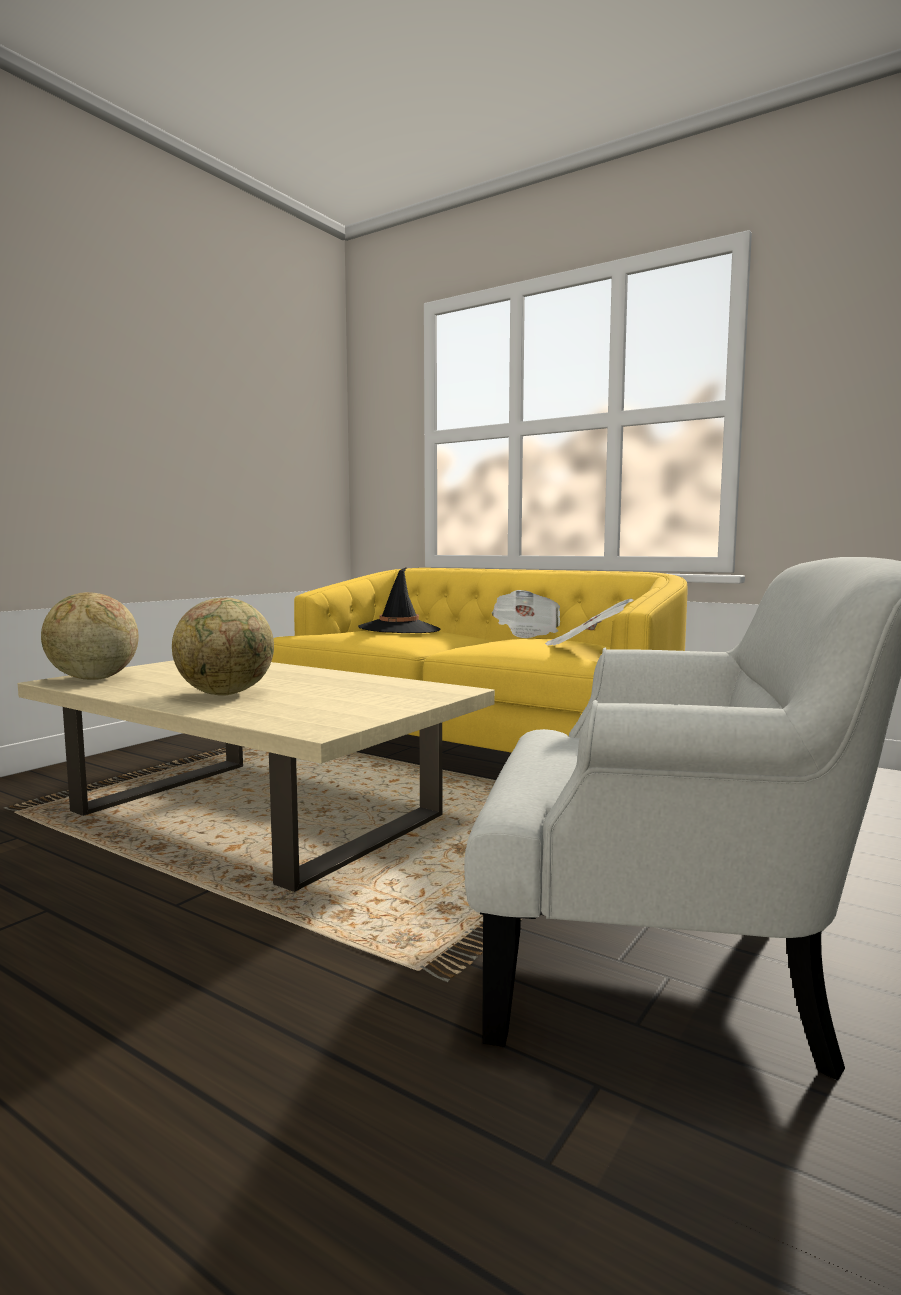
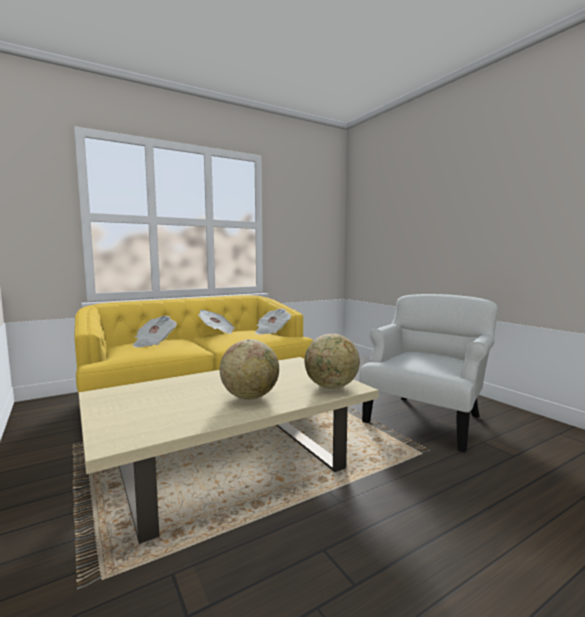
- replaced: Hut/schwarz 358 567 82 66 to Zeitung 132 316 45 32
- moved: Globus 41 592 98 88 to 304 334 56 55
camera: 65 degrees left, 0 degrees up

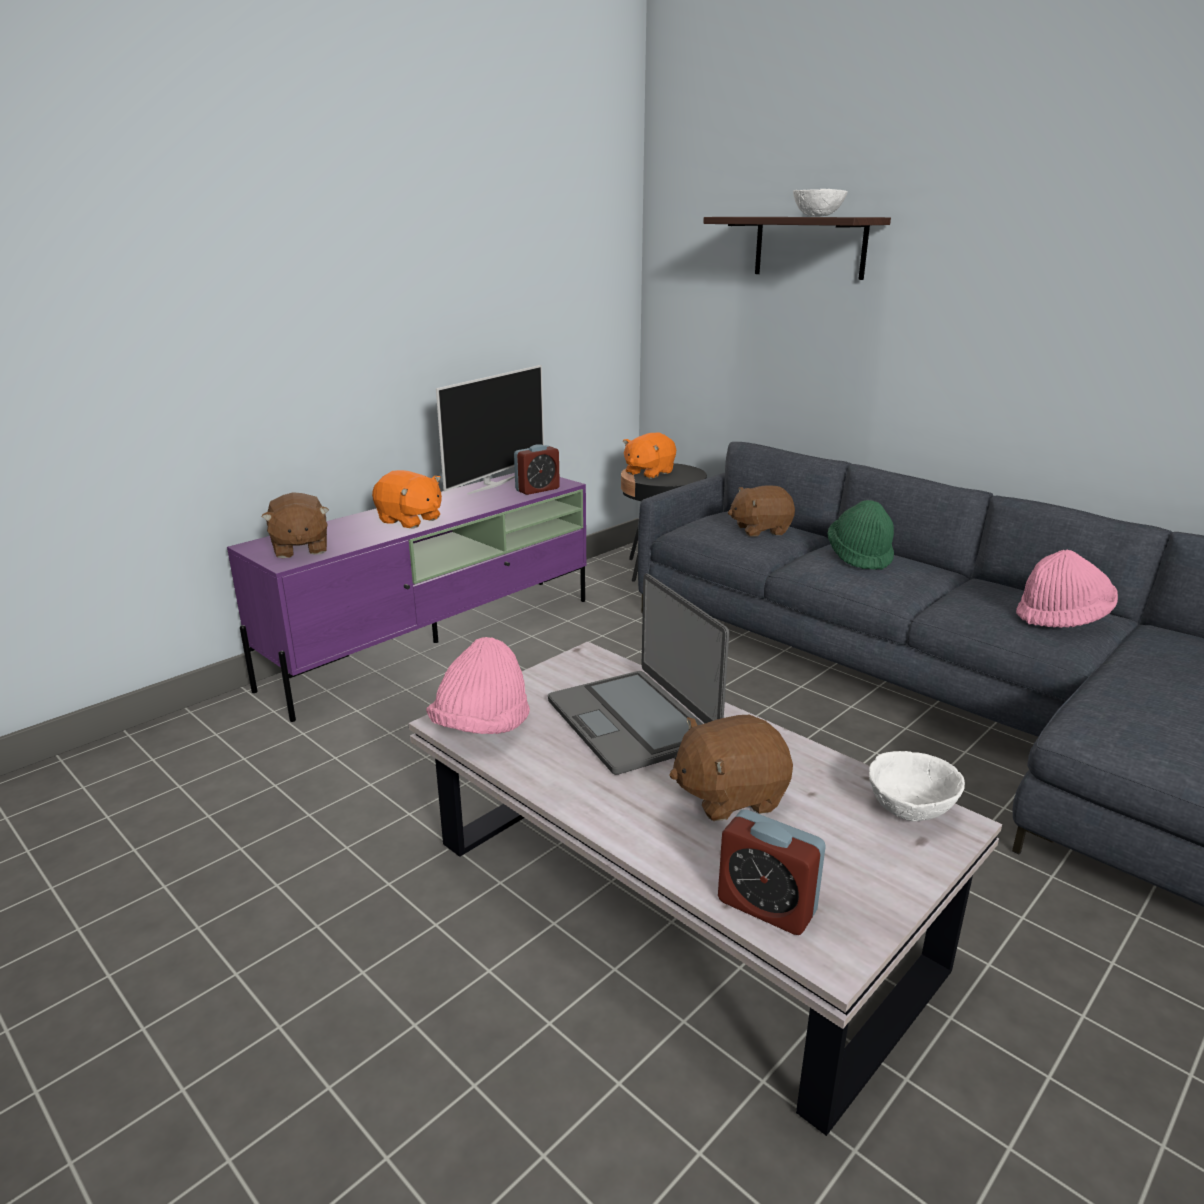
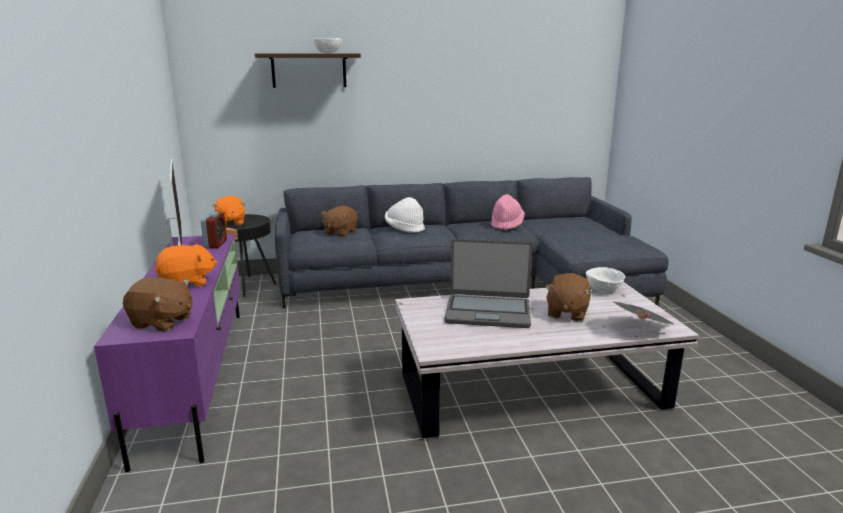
- recoloured: Hut/grün 827 500 67 70 to Hut/weiß 385 197 40 36
- removed: Hut/rosa 426 637 104 97
- replaced: Wecker 718 810 108 125 to Zeitung 611 301 64 24
camera: 55 degrees left, 5 degrees down

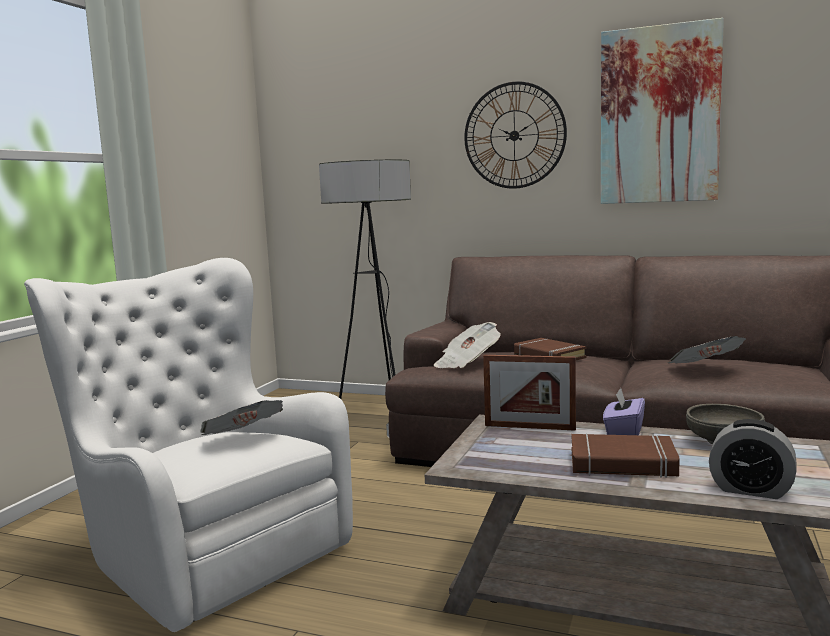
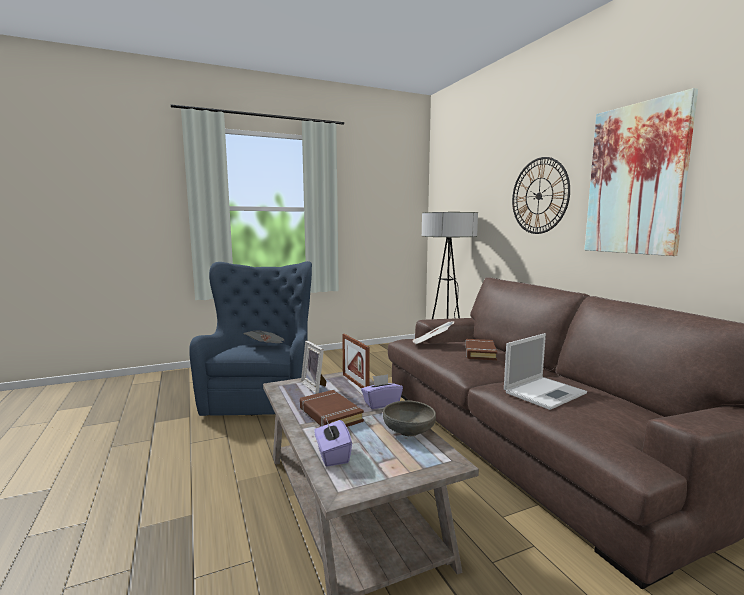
- recoloured: Sessel/weiß 24 258 329 374 to Sessel/blau 189 261 123 155
- replaced: Zeitung 668 336 78 28 to Laptop 504 333 83 77
- replaced: Wecker 709 419 87 80 to Taschentuchbox/lila 314 418 38 49
- added: Bilderrahmen 301 341 25 53
camera: 45 degrees right, 0 degrees up

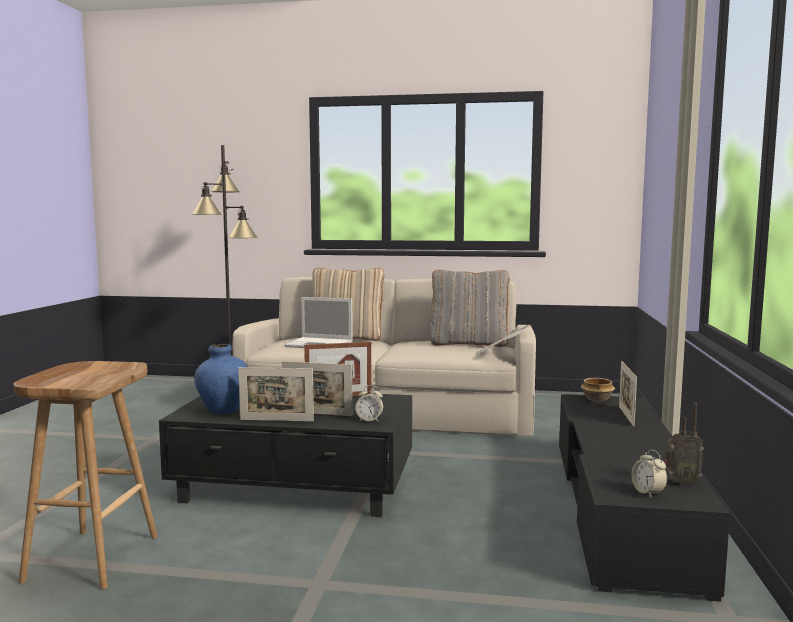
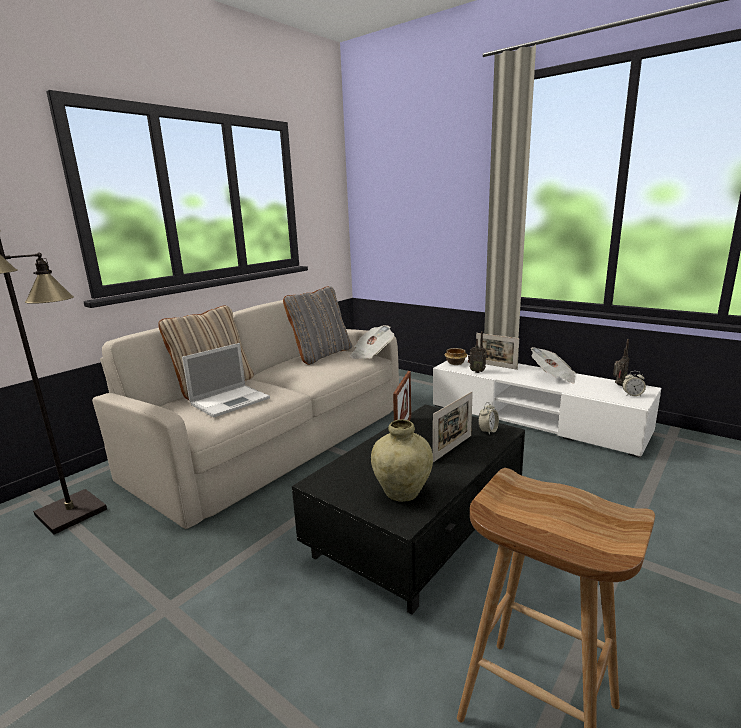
- recoloured: Vase/blau 194 344 53 70 to Vase/beige 371 419 62 83
- removed: Bilderrahmen 238 367 76 55
- recoloured: Fernsehschrank/schwarz 559 394 171 208 to Fernsehschrank/weiß 433 355 228 103
- added: Radio 468 331 18 42
- added: Zeitung 531 347 45 37
camera: 60 degrees left, 10 degrees up

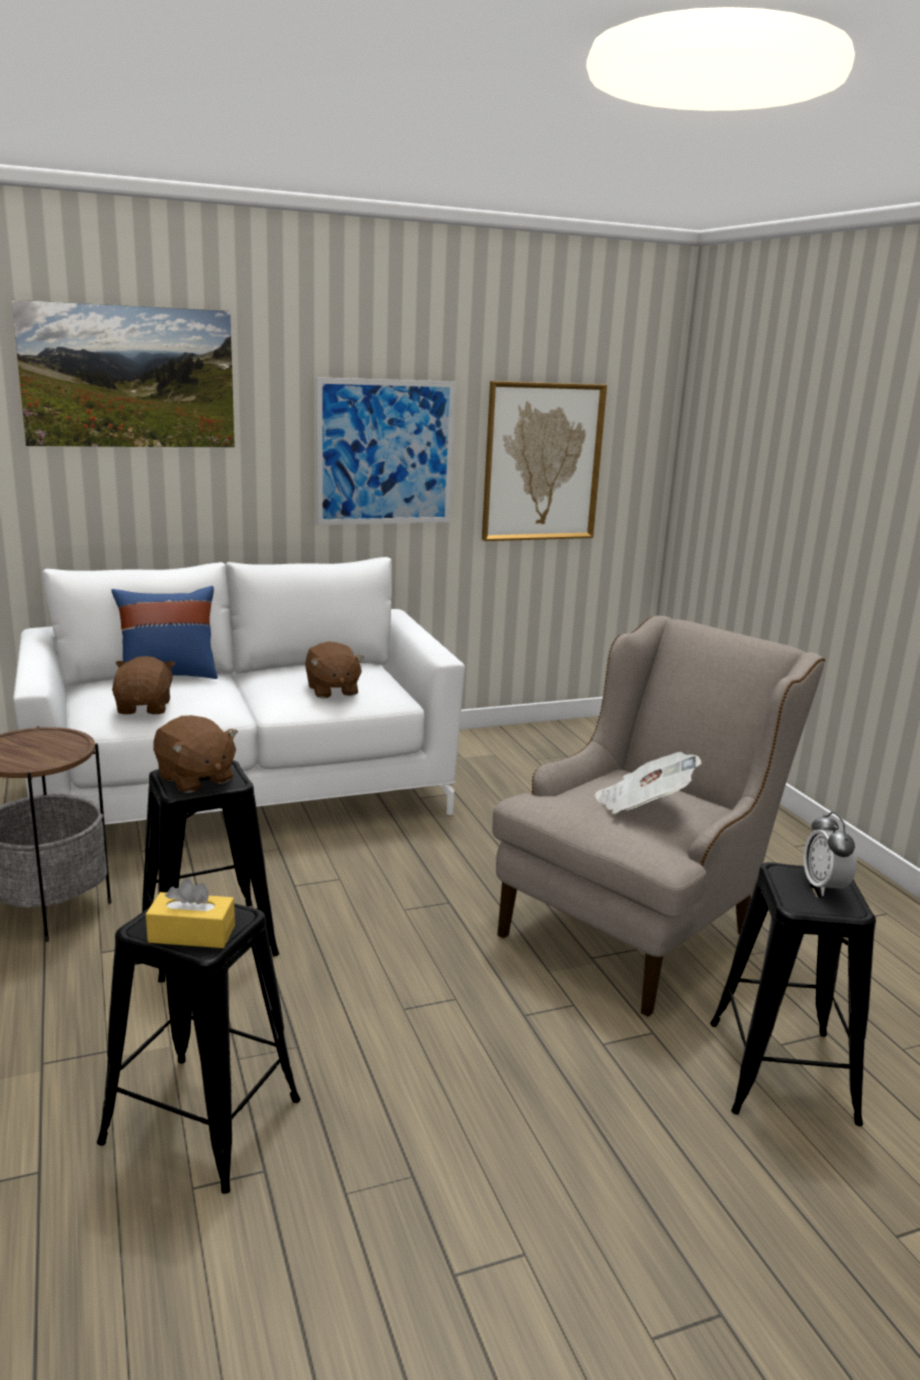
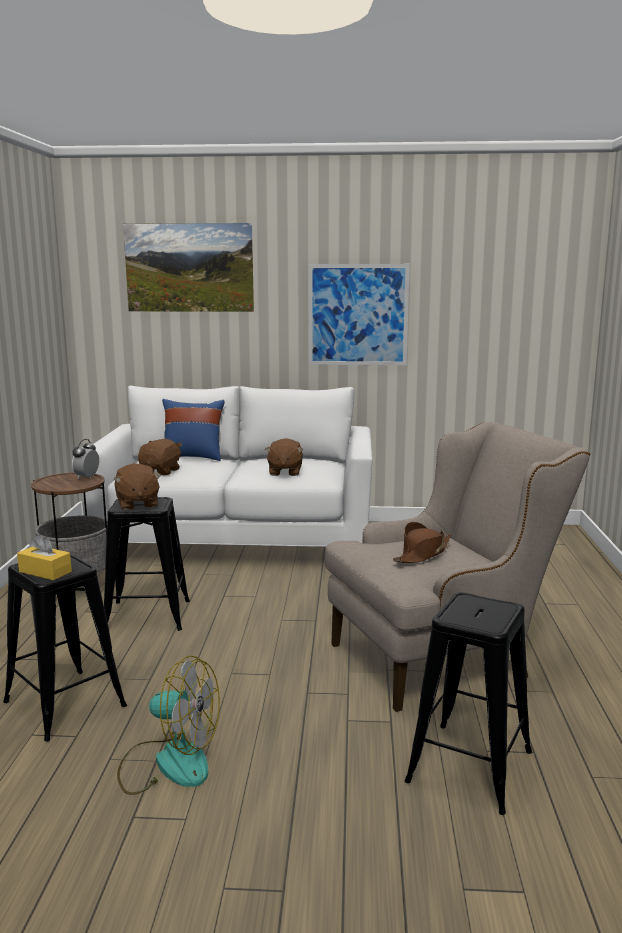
- removed: Bild 482 381 125 160
- replaced: Zeitung 594 752 108 62 to Hut/braun 393 522 59 41
- moved: Wecker 803 812 54 84 to 72 439 27 40
- added: Ventilator 117 655 103 140
camera: 25 degrees right, 5 degrees down

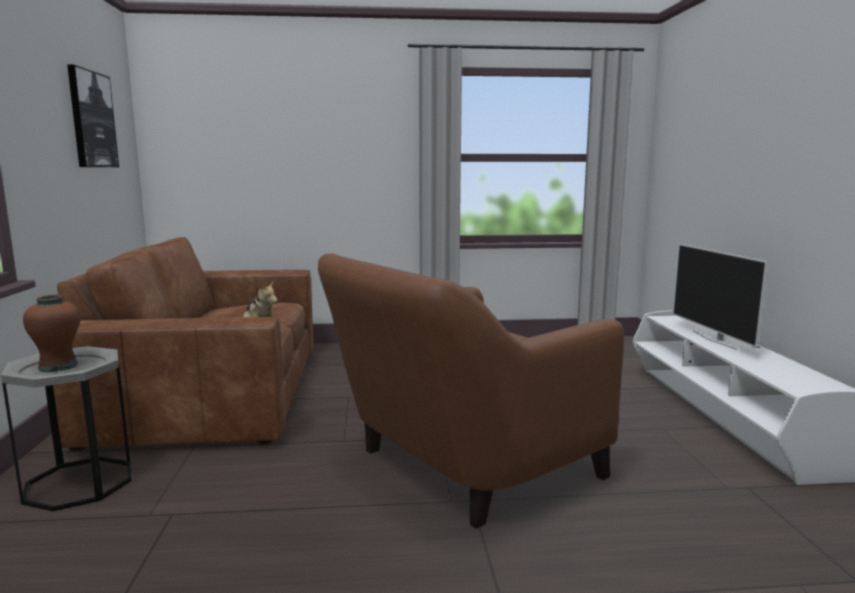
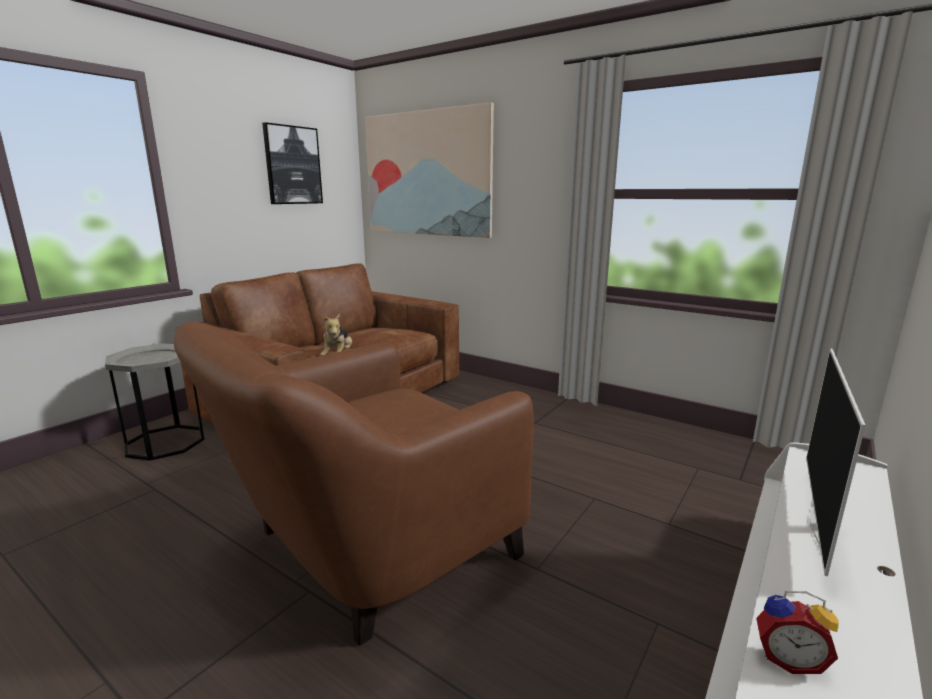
- turned: Sessel/braun 318 253 306 275 = 174 322 360 324 45 degrees counterclockwise
- removed: Vase/braun 23 295 57 77
- added: Bild 365 102 129 136
- added: Wecker 756 591 83 83
camera: 40 degrees right, 5 degrees up

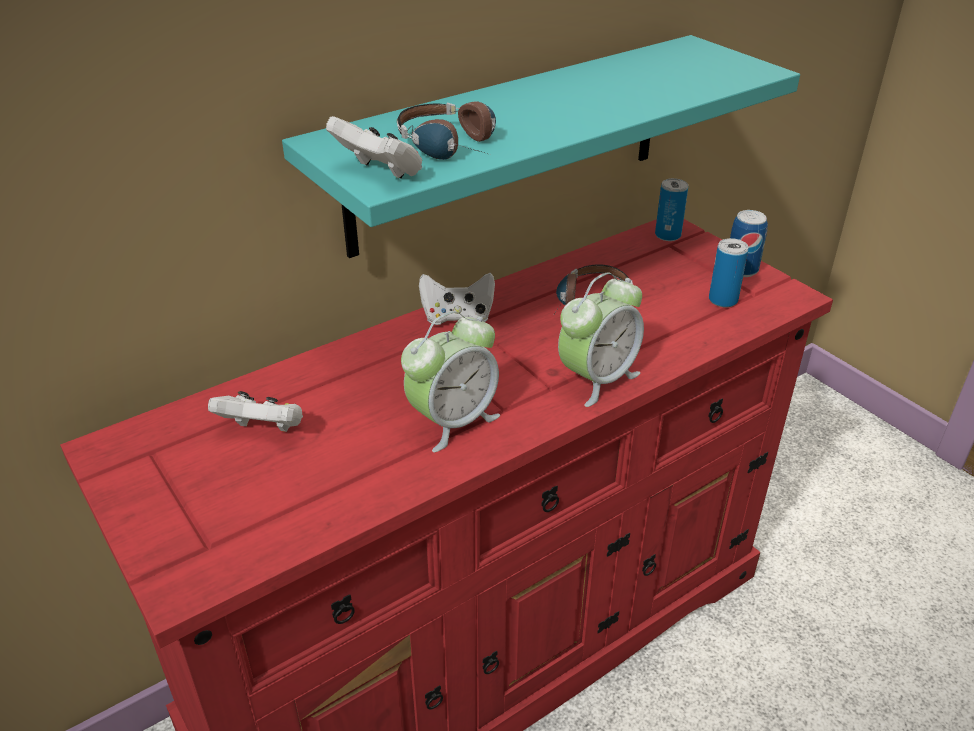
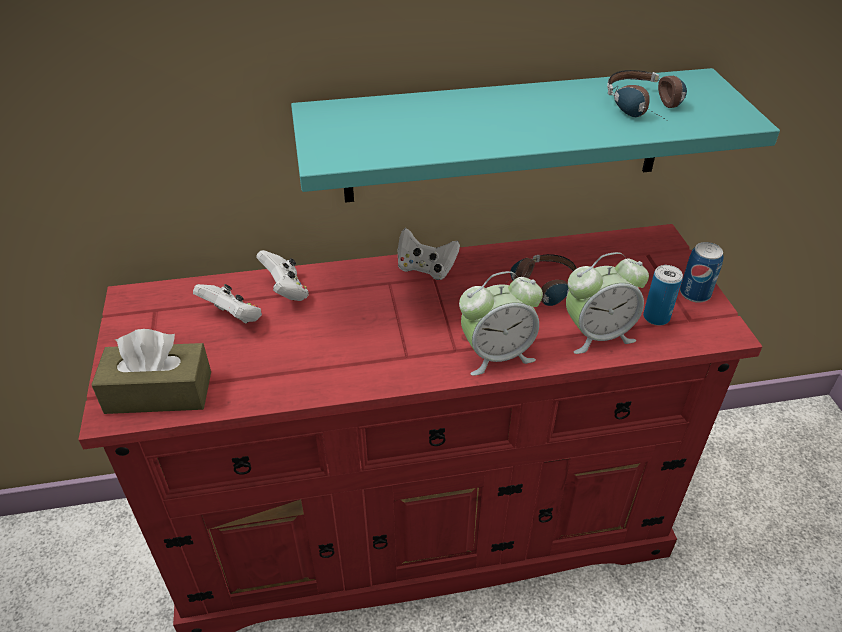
- moved: Kopfhörer 397 101 99 59 to 607 70 80 50
- moved: Gamepad/weiß 326 116 96 63 to 256 250 53 51
- removed: Dose 655 178 33 63
- moved: Wecker 401 311 99 141 to 566 252 83 102
- added: Taschentuchbox/braun 91 329 120 85
camera: 25 degrees right, 5 degrees up

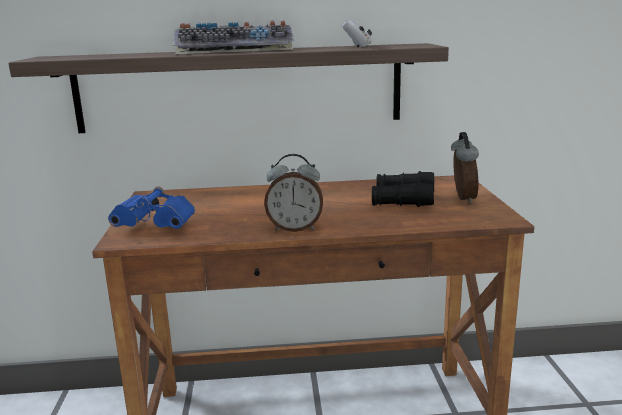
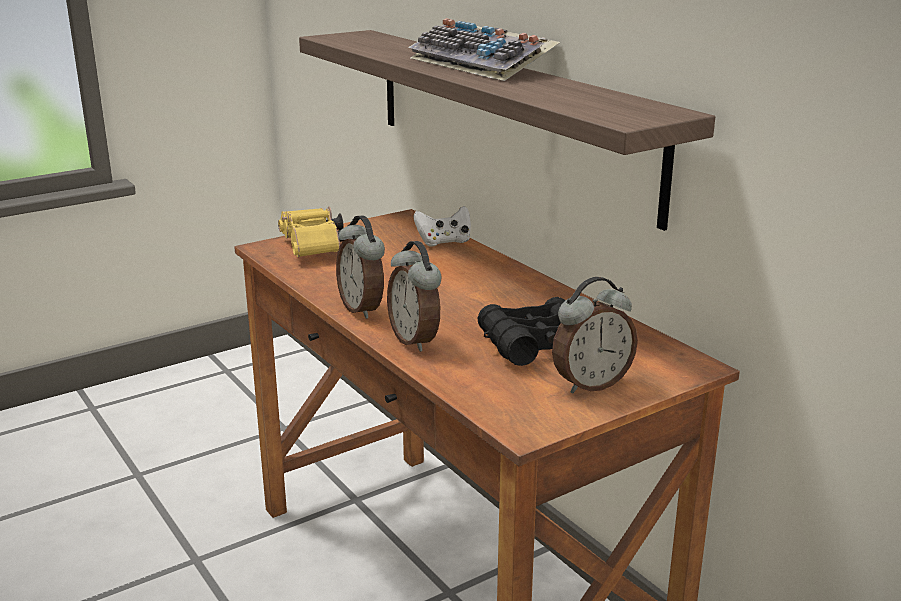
- moved: Gamepad/weiß 342 20 30 27 to 413 206 58 41
- recoloured: Fernglas/blau 108 186 87 43 to Fernglas/gelb 278 207 66 50
- added: Wecker 387 241 55 111
camera: 60 degrees right, 5 degrees up

